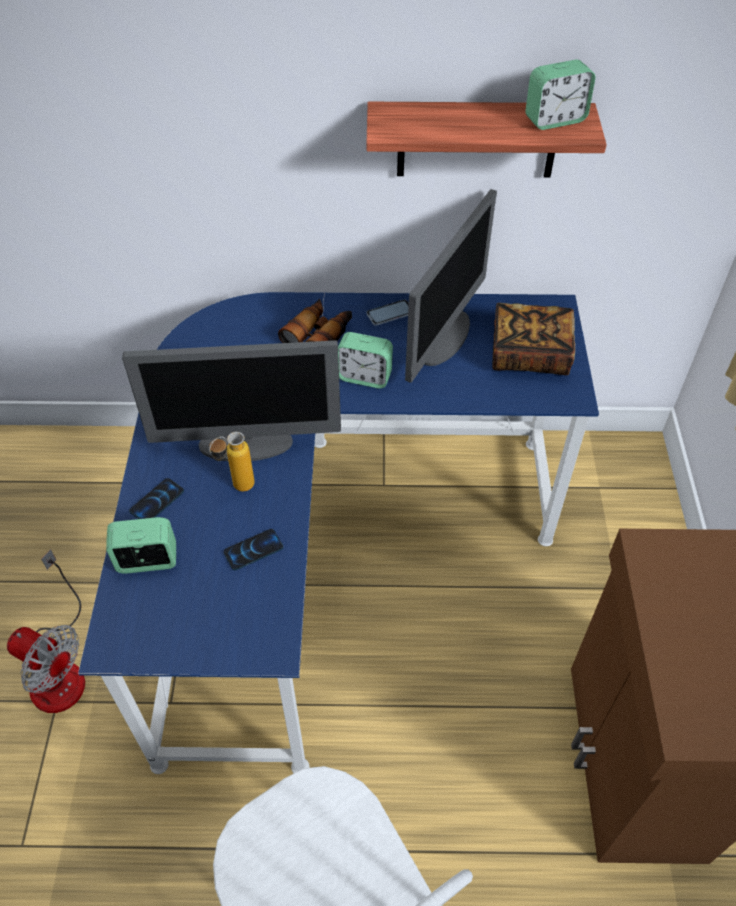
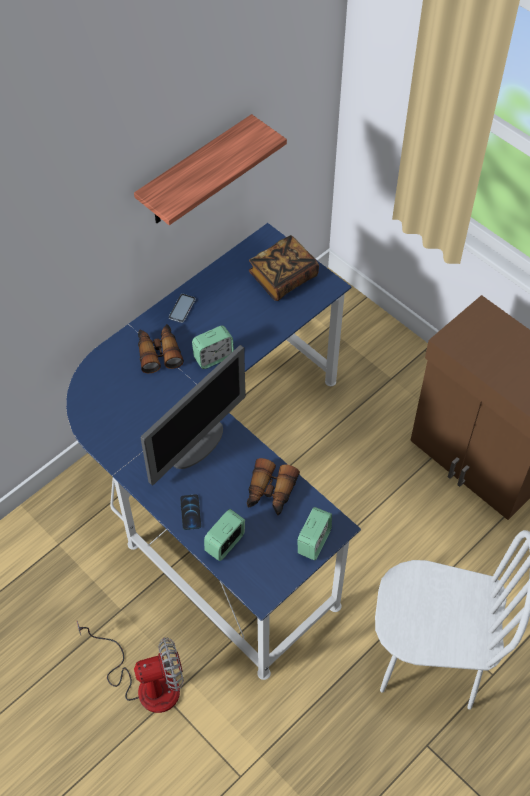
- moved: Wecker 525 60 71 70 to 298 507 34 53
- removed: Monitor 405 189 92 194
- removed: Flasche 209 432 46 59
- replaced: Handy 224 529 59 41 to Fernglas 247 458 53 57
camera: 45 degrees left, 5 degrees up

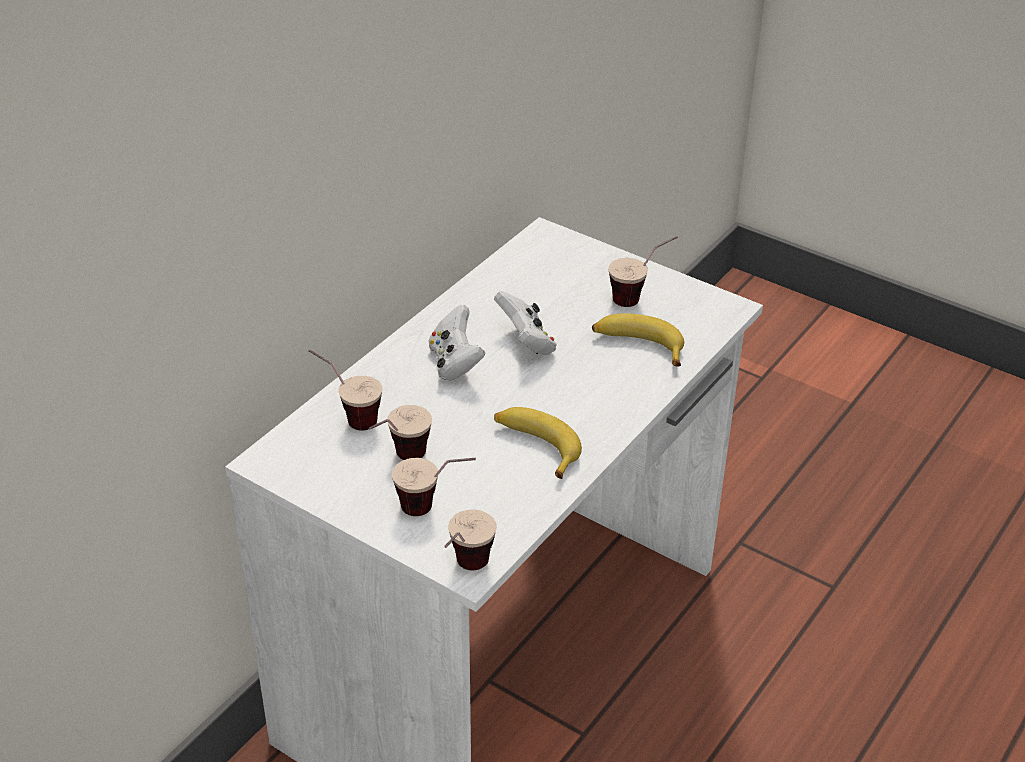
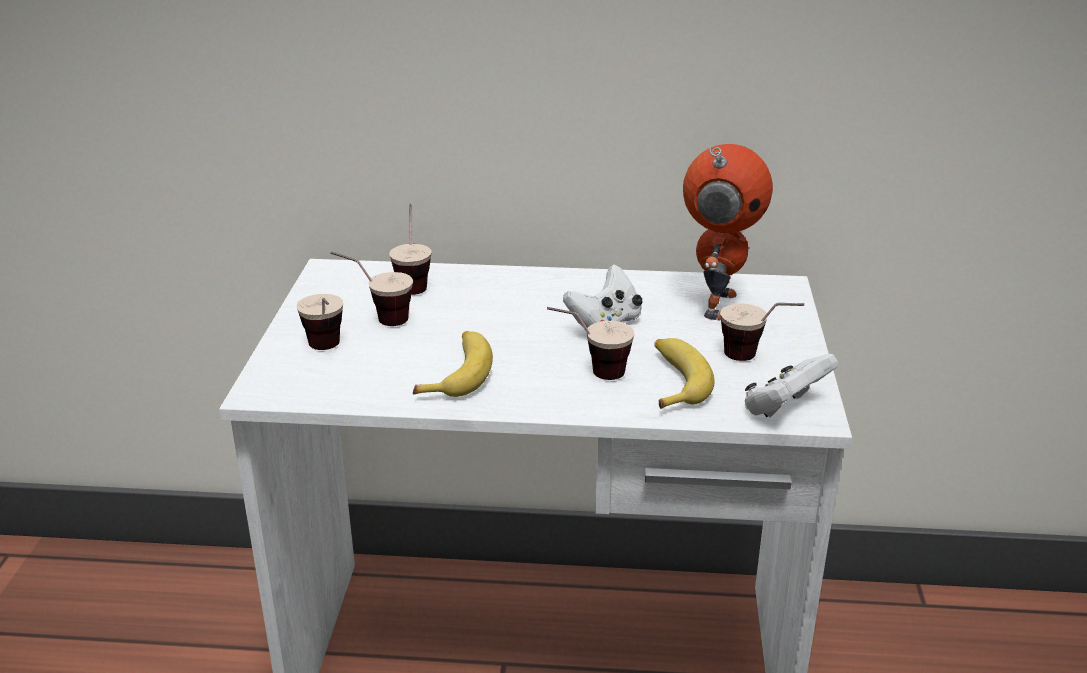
- moved: Gamepad/weiß 429 305 56 76 to 745 354 93 63
- moved: Tasse 444 509 53 61 to 547 307 87 73
- added: Spielzeugroboter 683 144 90 176
camera: 60 degrees right, 10 degrees down

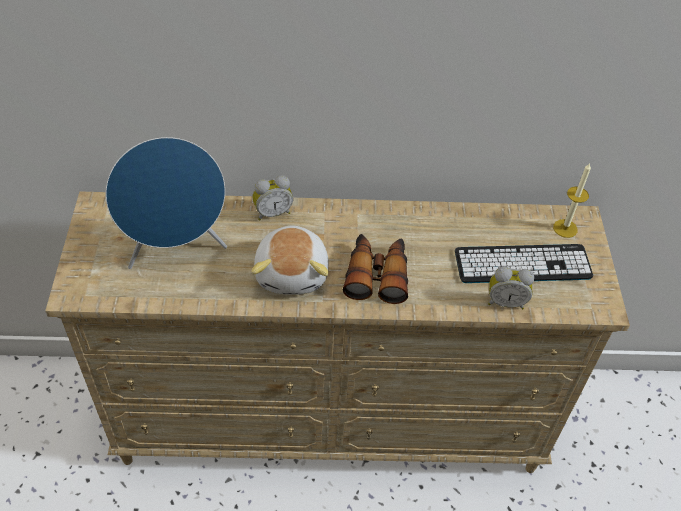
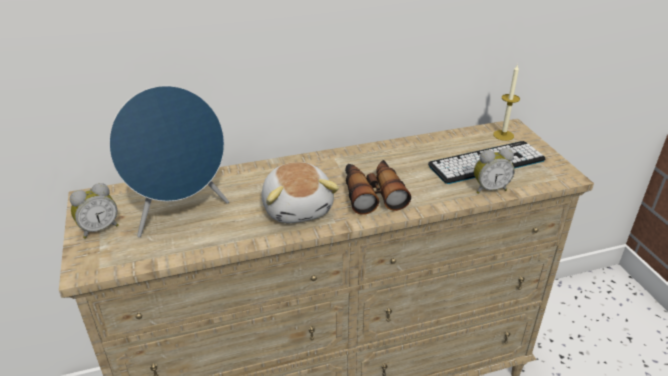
- moved: Wecker 252 175 41 46 to 70 183 48 56
camera: 15 degrees left, 15 degrees down

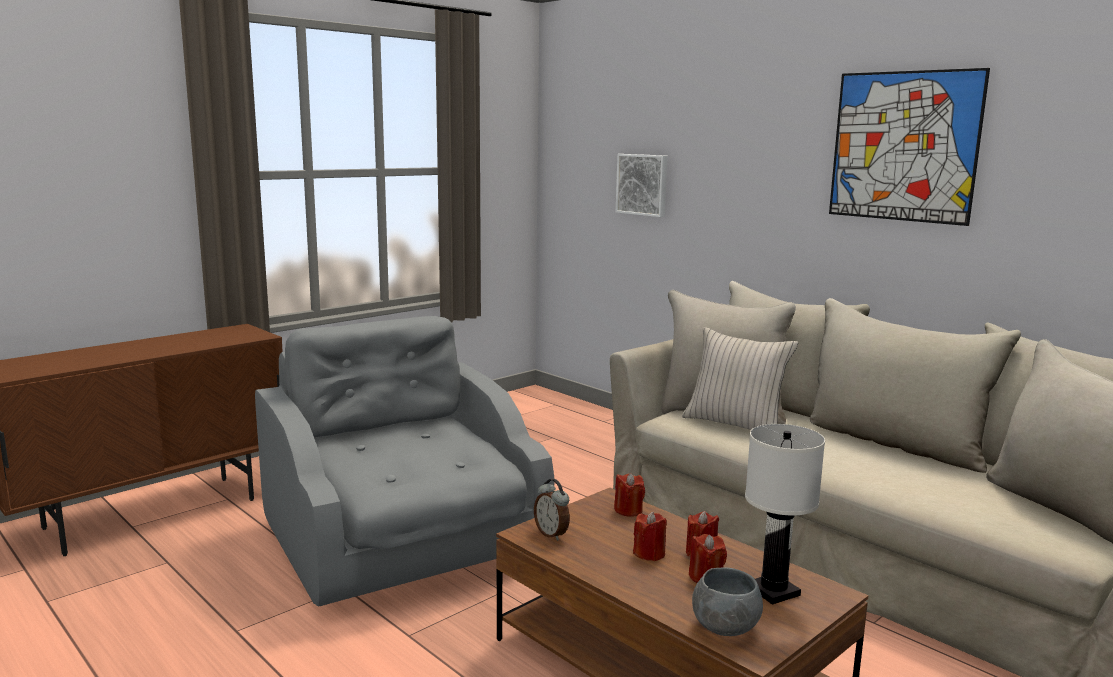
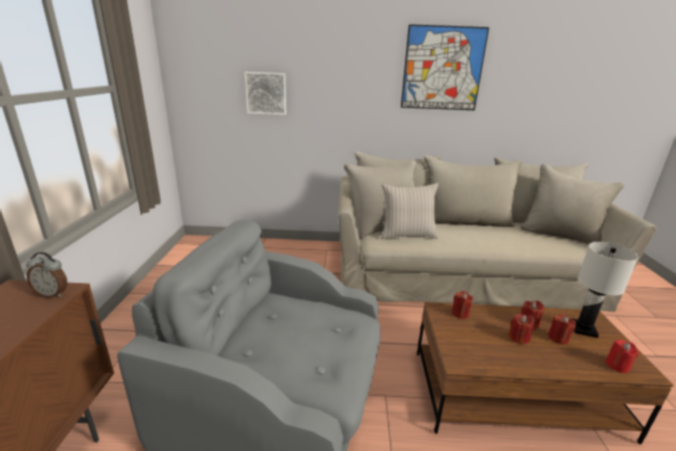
- moved: Wecker 534 479 36 62 to 26 252 41 46
- replaced: Schüssel/grau 692 567 71 69 to Kerze/rot 605 339 34 34
camera: 45 degrees left, 10 degrees up

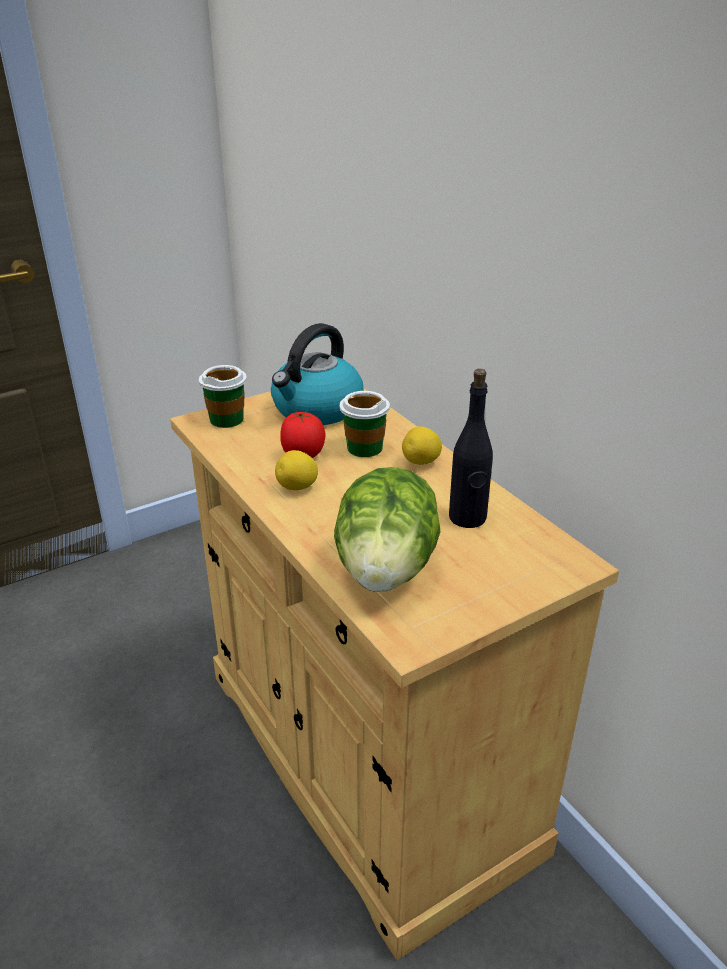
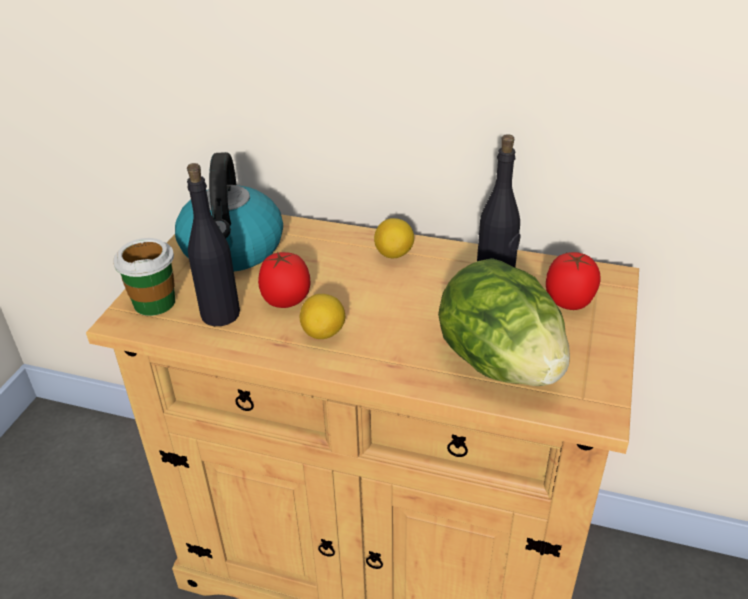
- removed: Tasse 340 391 50 66
- added: Flasche/schwarz 187 163 53 163
- added: Tomate 546 252 55 58
camera: 40 degrees left, 5 degrees up

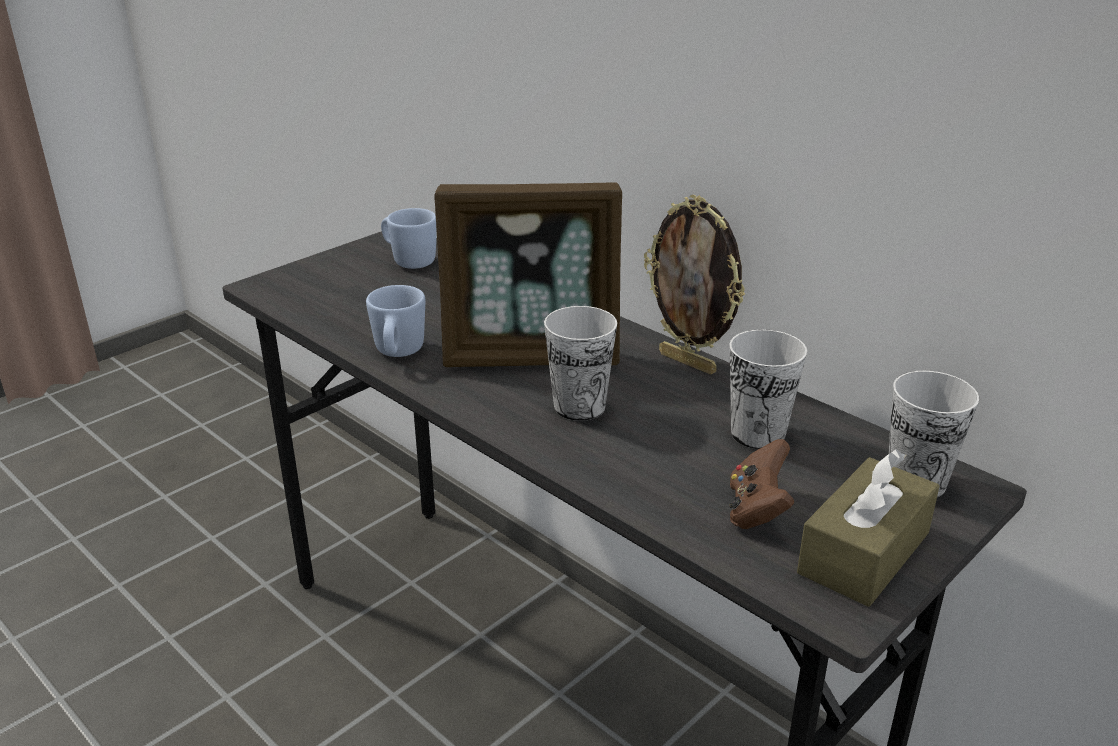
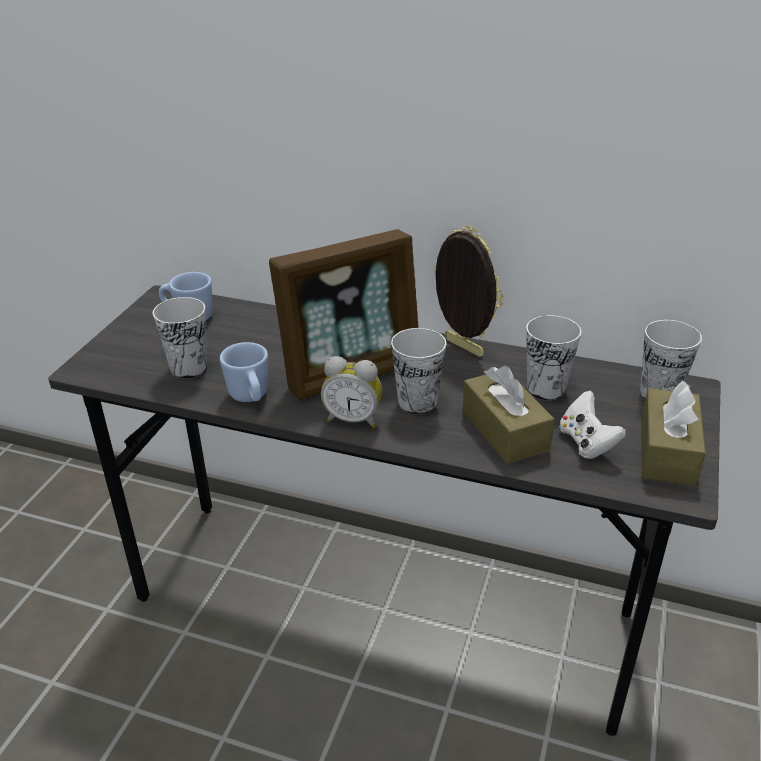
- turned: Bilderrahmen 644 195 101 180 = 434 225 69 132 150 degrees counterclockwise
- recoloured: Gamepad/braun 730 439 64 90 to Gamepad/weiß 560 391 66 68
- added: Tasse 153 297 54 82
- added: Wecker 321 356 61 72
- added: Taschentuchbox/braun 463 366 92 98
camera: 25 degrees left, 5 degrees up

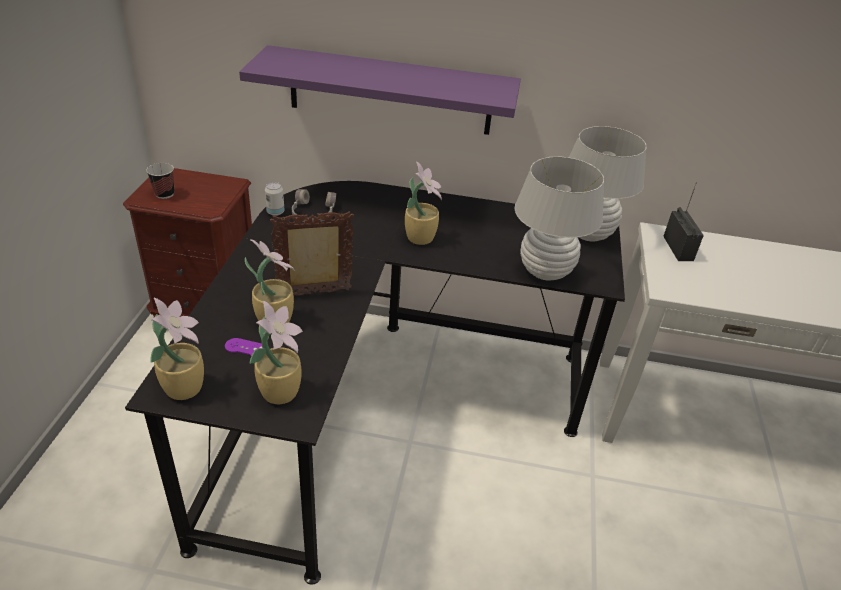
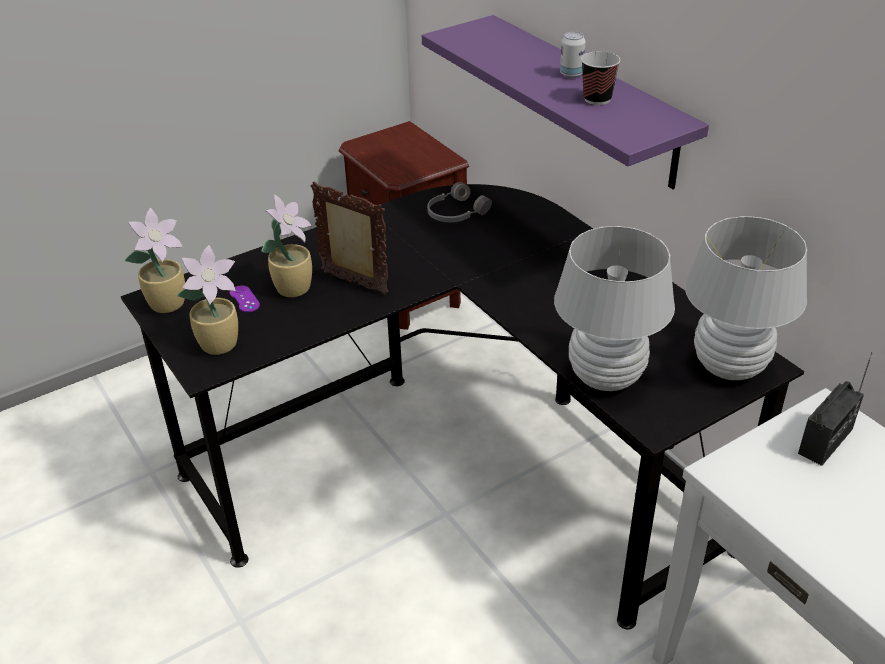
- removed: Topfpflanze 405 161 37 84
- moved: Tasse 146 163 28 36 to 581 51 39 54
- moved: Dose 265 182 19 34 to 560 32 26 46
camera: 50 degrees right, 0 degrees up

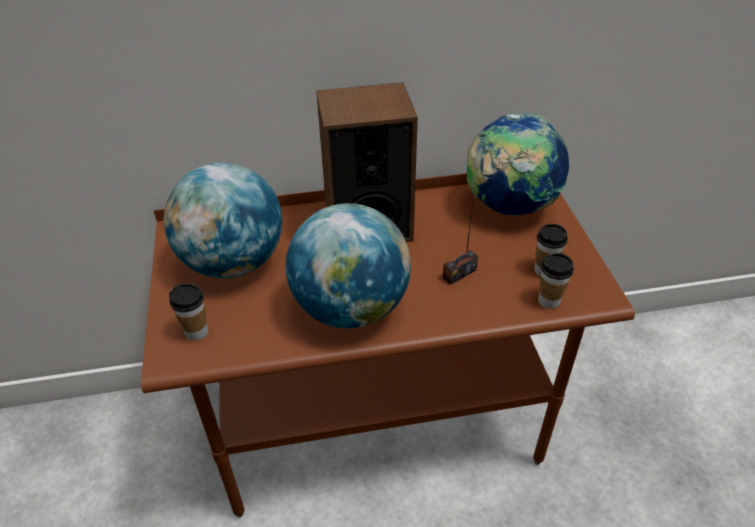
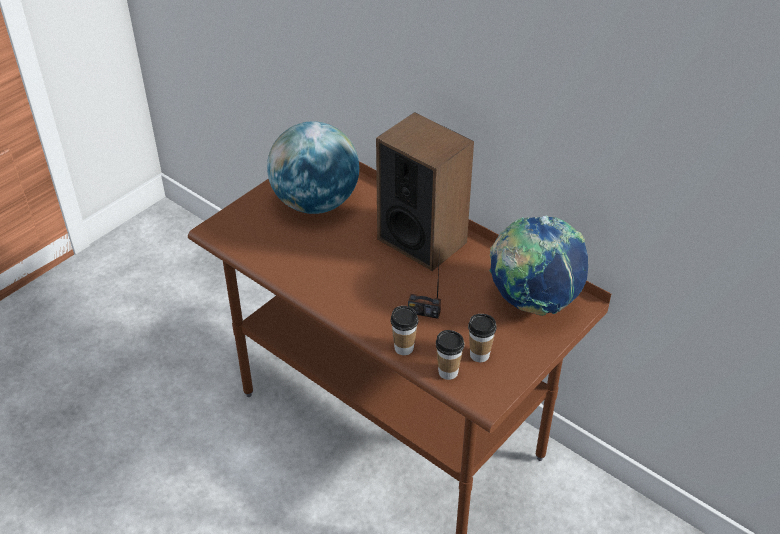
- removed: Globus 286 203 125 125
- moved: Tasse 169 284 39 57 to 391 306 27 49
camera: 50 degrees right, 0 degrees up

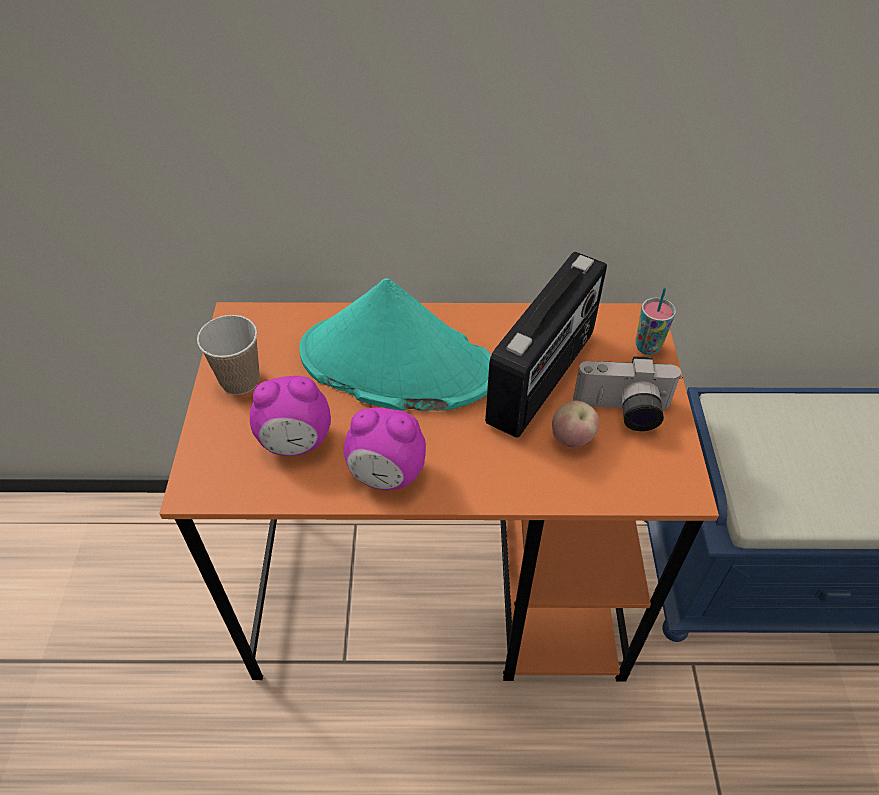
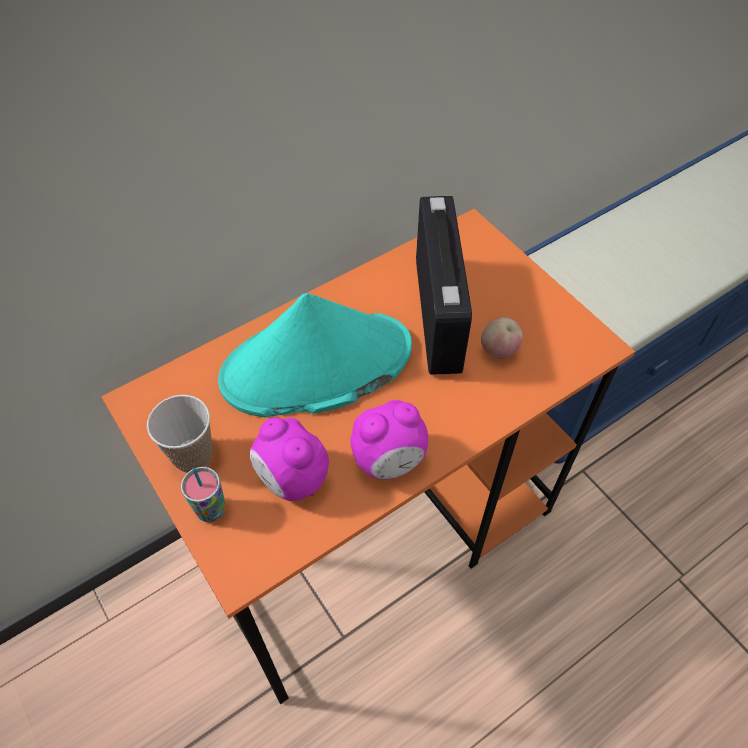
- moved: Tasse 635 287 41 68 to 181 467 45 55
- removed: Kamera 573 356 110 75
- turned: Wecker 250 376 81 80 = 250 417 79 84 90 degrees clockwise
camera: 35 degrees left, 5 degrees up

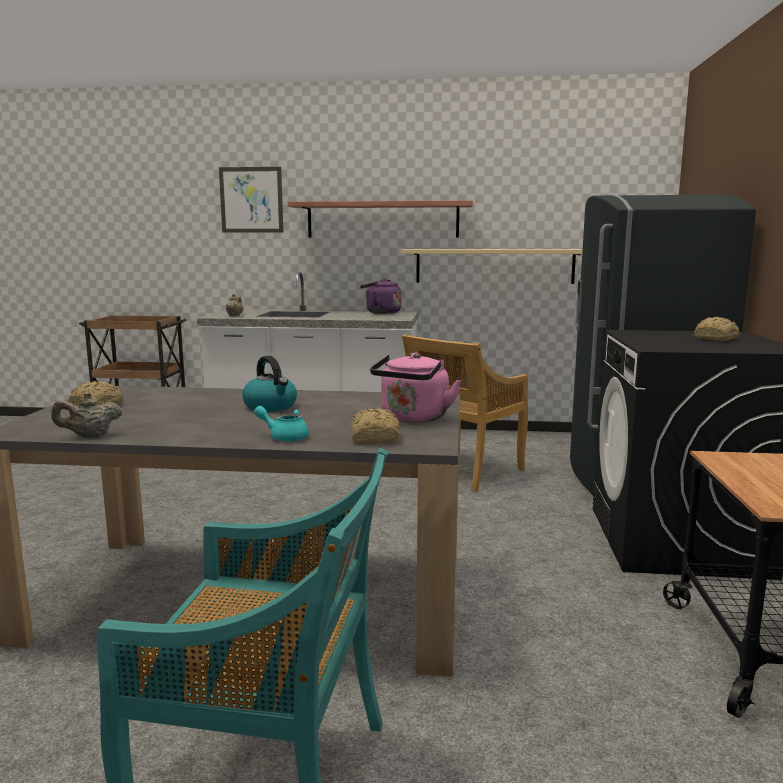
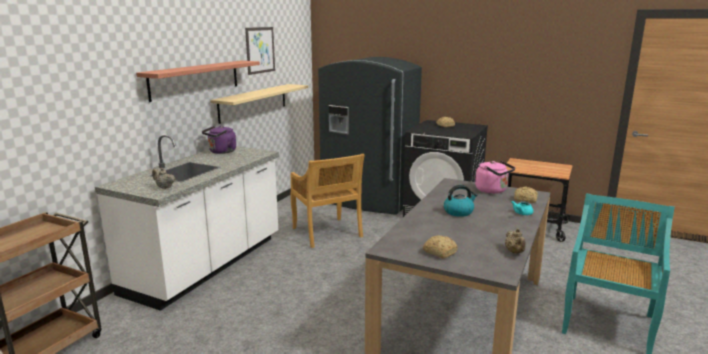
- moved: Bild 219 167 64 66 to 245 27 30 48
camera: 70 degrees left, 5 degrees up

